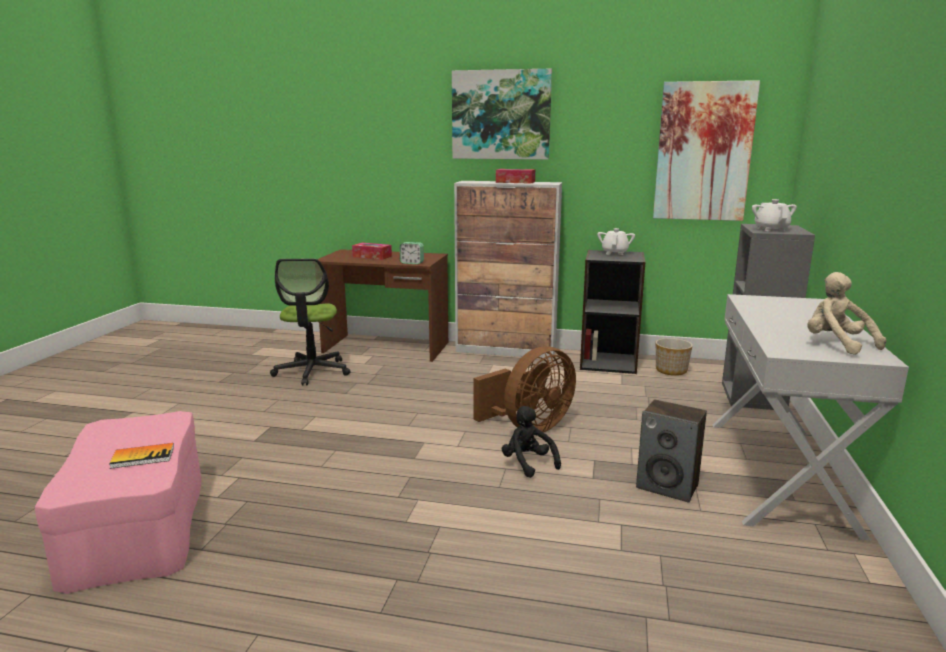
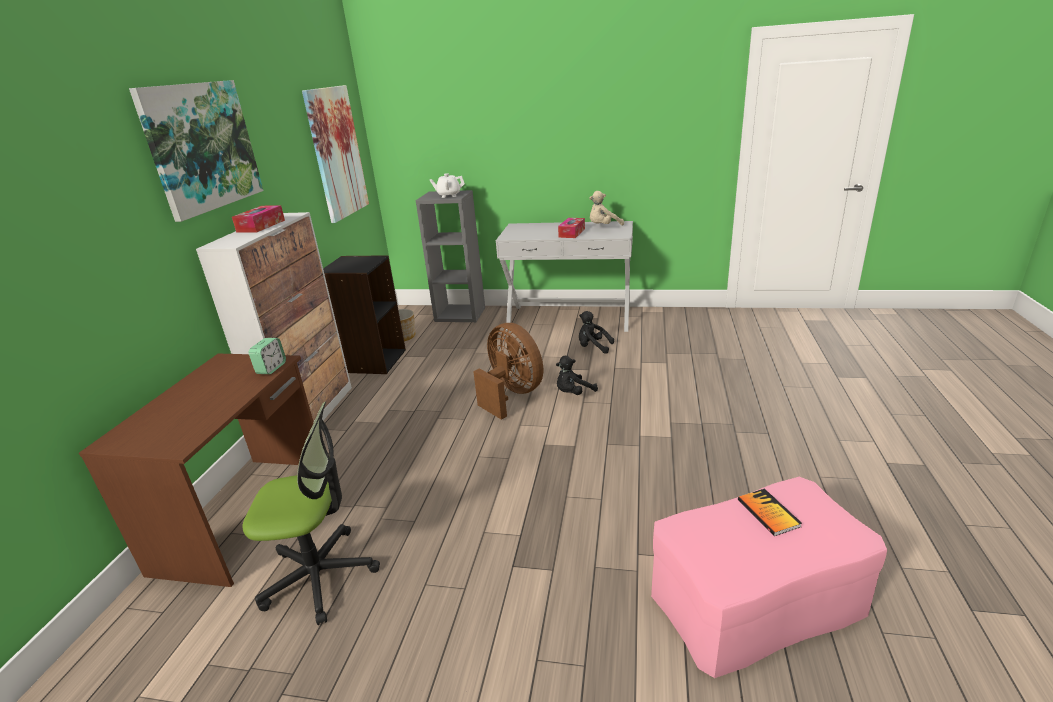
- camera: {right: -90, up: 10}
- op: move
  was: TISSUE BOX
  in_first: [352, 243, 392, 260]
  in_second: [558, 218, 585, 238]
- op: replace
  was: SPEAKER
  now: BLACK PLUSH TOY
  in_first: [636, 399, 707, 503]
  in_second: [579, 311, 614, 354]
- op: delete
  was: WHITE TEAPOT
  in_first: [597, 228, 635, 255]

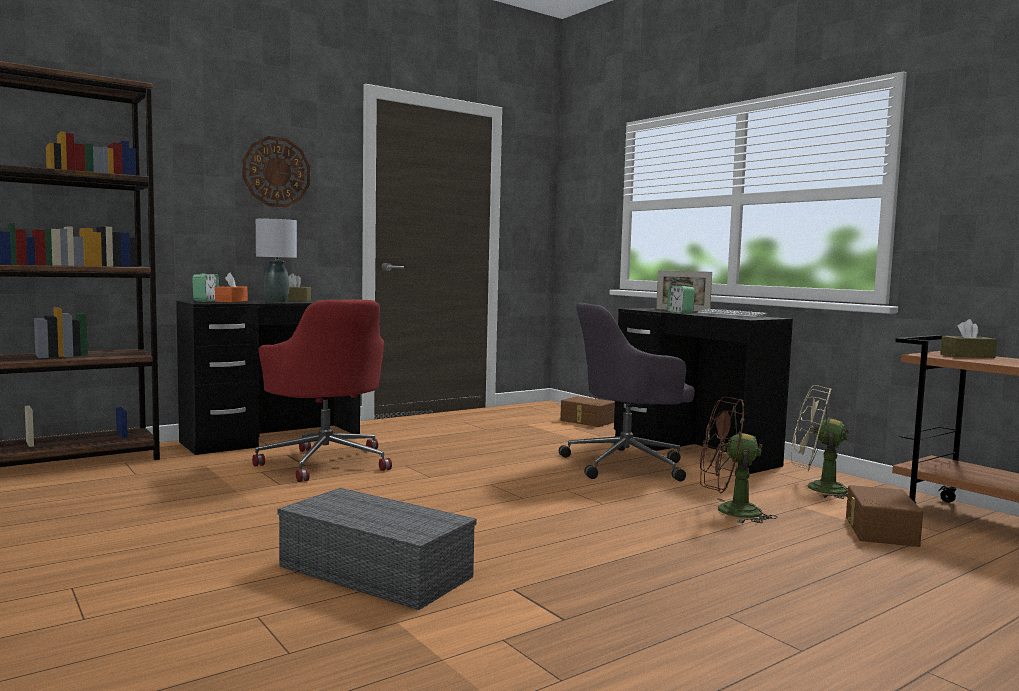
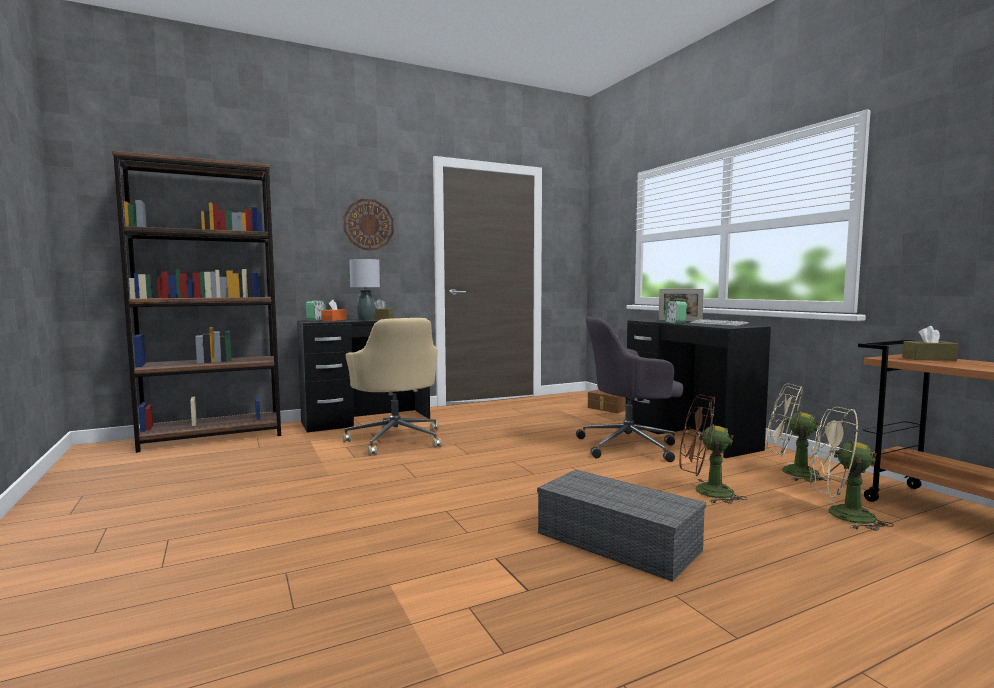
- camera: {right: 10, up: 0}
- op: recolor
  was: RED OFFICE CHAIR
  now: BEIGE OFFICE CHAIR
  in_first: [252, 299, 392, 482]
  in_second: [343, 318, 442, 456]
- op: move
  was: GREY STORAGE BOX
  in_first: [278, 488, 476, 610]
  in_second: [537, 470, 706, 582]
- op: replace
  was: BROWN STORAGE BOX
  now: BEIGE FAN
  in_first: [846, 485, 923, 547]
  in_second: [809, 407, 894, 531]

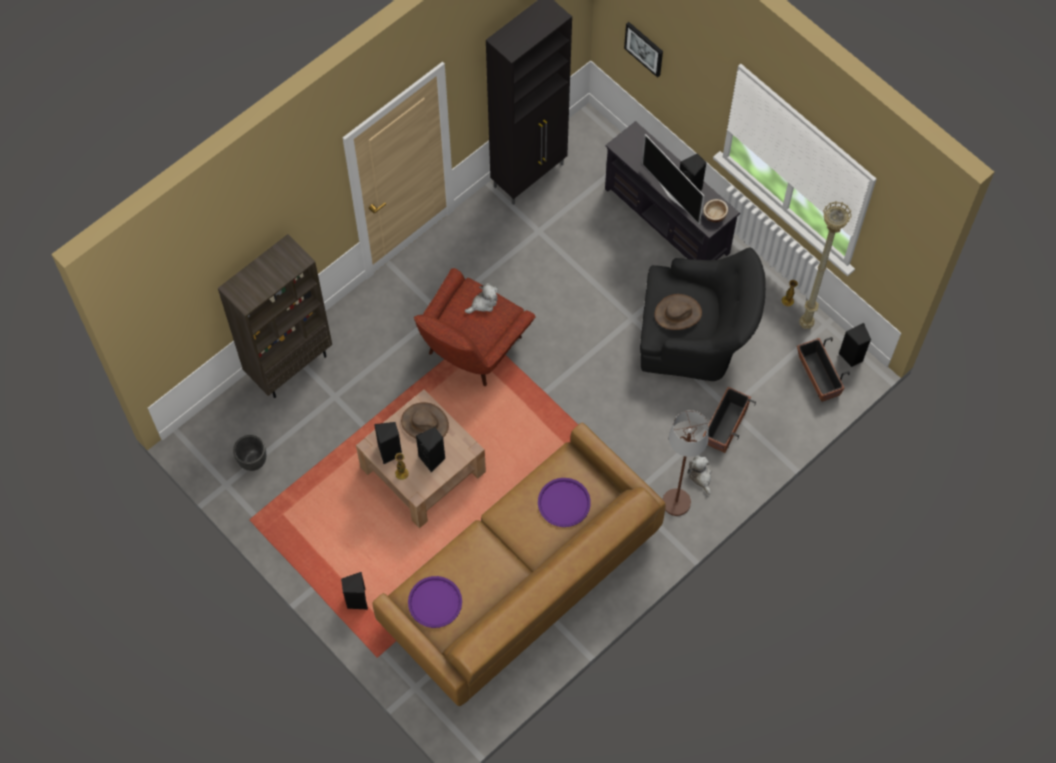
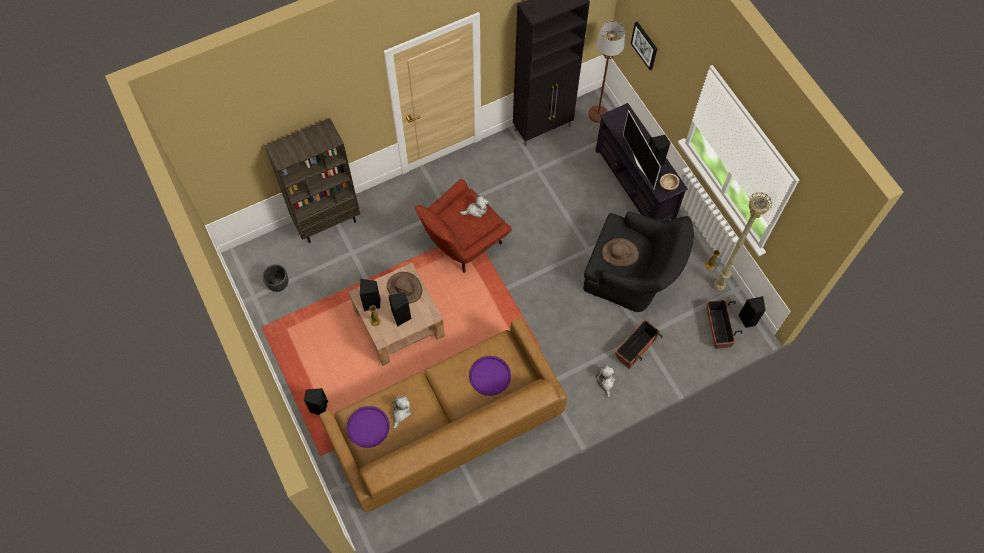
- camera: {right: 15, up: 0}
- op: insert
  now: PLUSH TOY
  in_second: [391, 396, 411, 429]
- op: move
  was: BROWN FLOOR LAMP
  in_first: [662, 410, 709, 516]
  in_second: [588, 21, 625, 123]

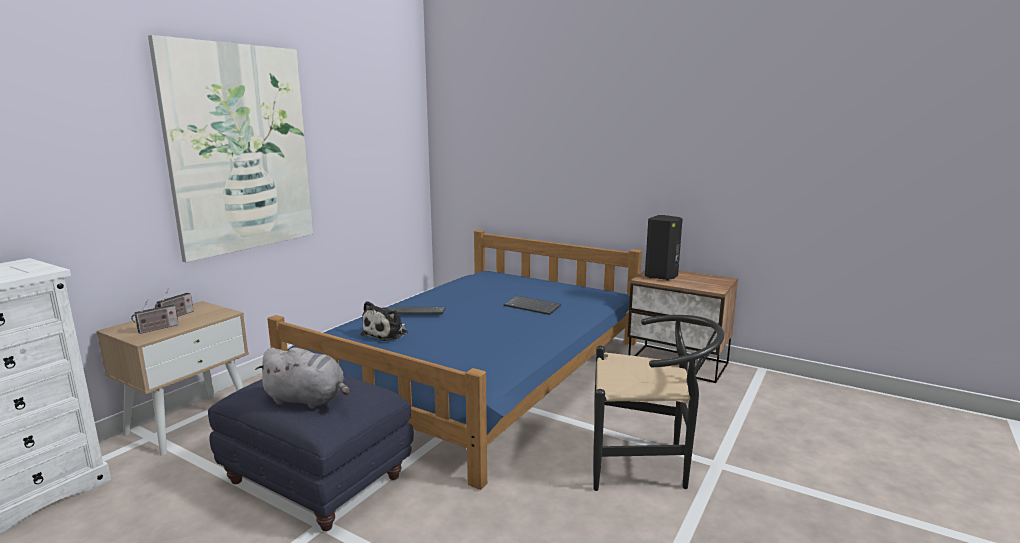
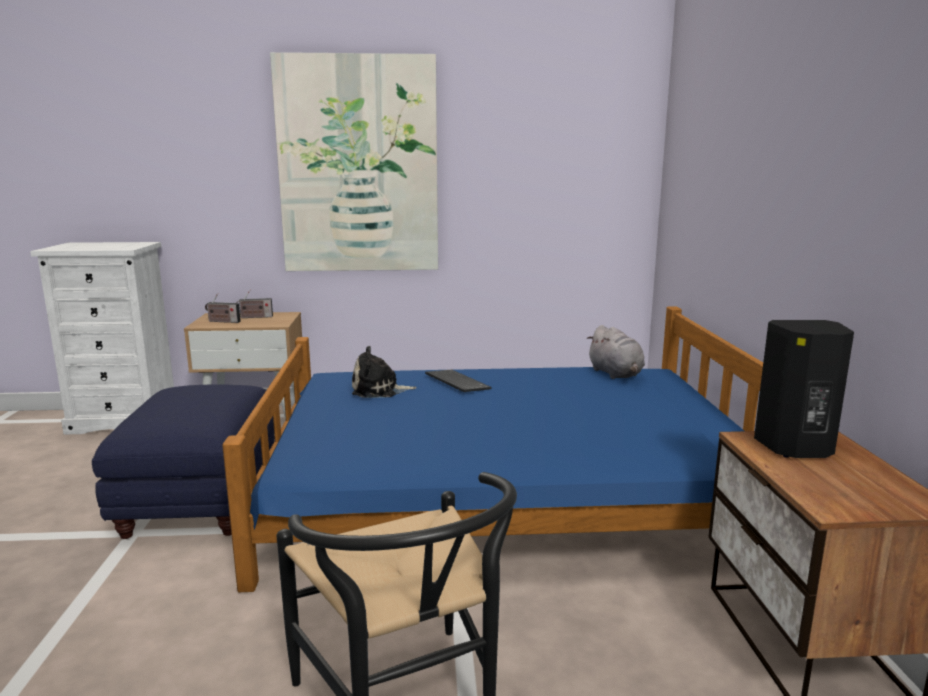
- camera: {right: 55, up: 0}
- op: move
  was: GREY PLUSH TOY
  in_first: [255, 347, 349, 409]
  in_second: [587, 325, 645, 379]
- op: delete
  was: KEYBOARD
  in_first: [504, 296, 561, 315]

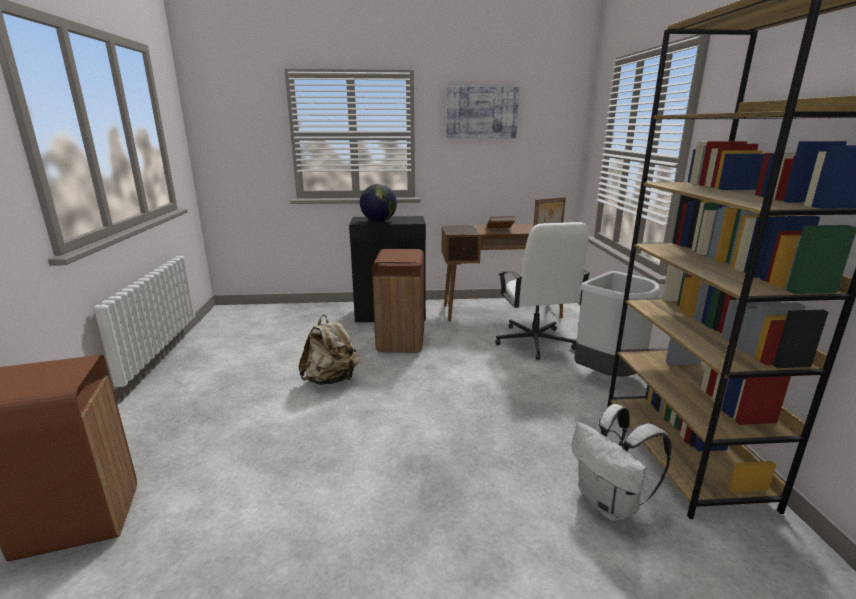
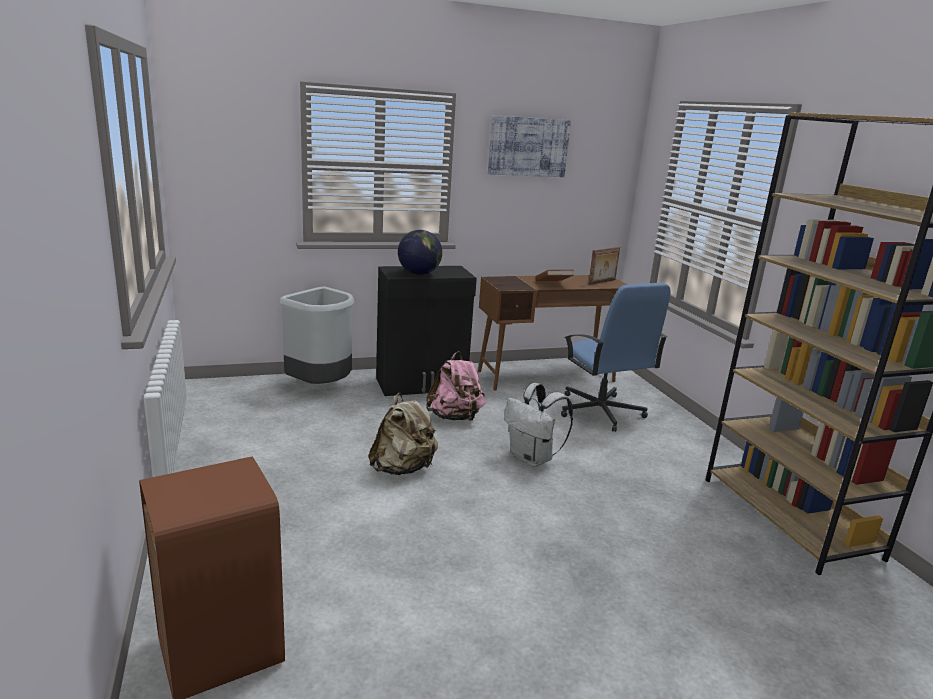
- camera: {right: -15, up: 0}
- op: move
  was: GREY TRASH CAN
  in_first: [574, 271, 661, 377]
  in_second: [280, 287, 354, 384]
- op: replace
  was: BROWN TRASH CAN
  now: PINK BACKPACK
  in_first: [372, 249, 424, 353]
  in_second: [426, 351, 485, 421]
- op: move
  was: WHITE BACKPACK
  in_first: [572, 404, 672, 521]
  in_second: [504, 383, 573, 467]
- op: recolor
  was: WHITE OFFICE CHAIR
  now: BLUE OFFICE CHAIR
  in_first: [495, 222, 590, 360]
  in_second: [561, 283, 671, 432]

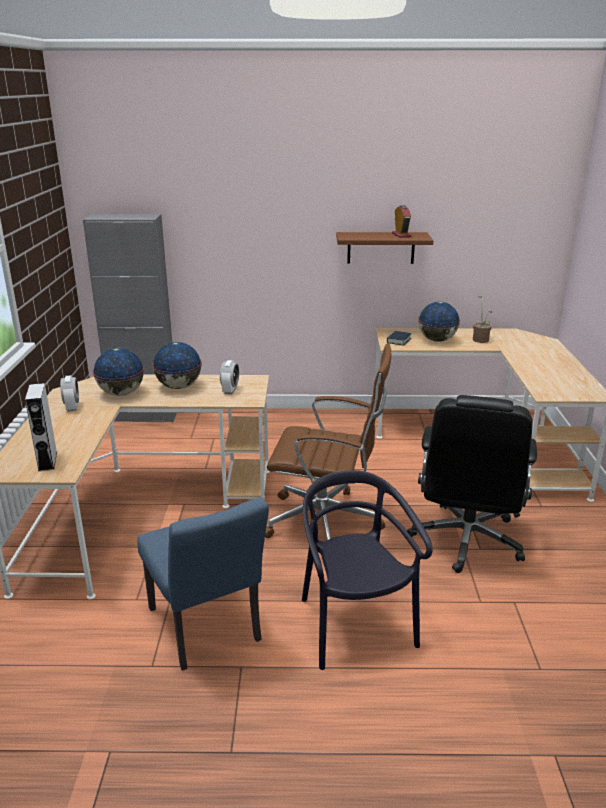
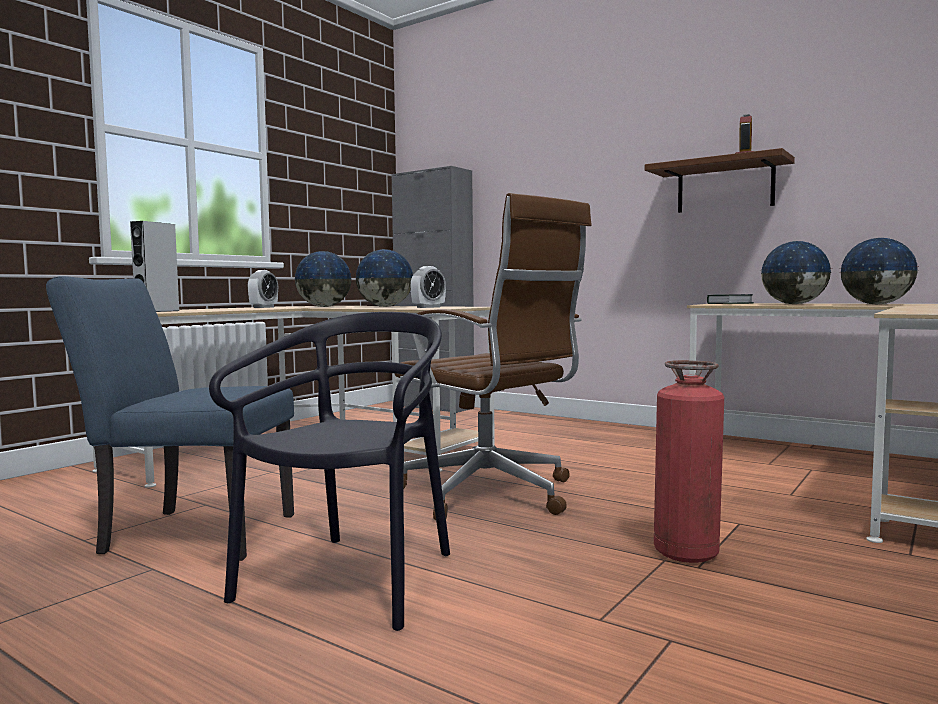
- camera: {right: 35, up: -20}
- op: rotate
  was: BLUE CHAIR
  in_first: [137, 497, 269, 671]
  in_second: [46, 276, 294, 561]
  clockwise: 90
- op: replace
  was: BLACK OFFICE CHAIR
  now: FIRE EXTINGUISHER
  in_first: [407, 395, 537, 573]
  in_second: [654, 360, 724, 563]
- op: replace
  was: POTTED PLANT
  now: GLOBE
  in_first: [473, 296, 492, 343]
  in_second: [839, 238, 918, 304]

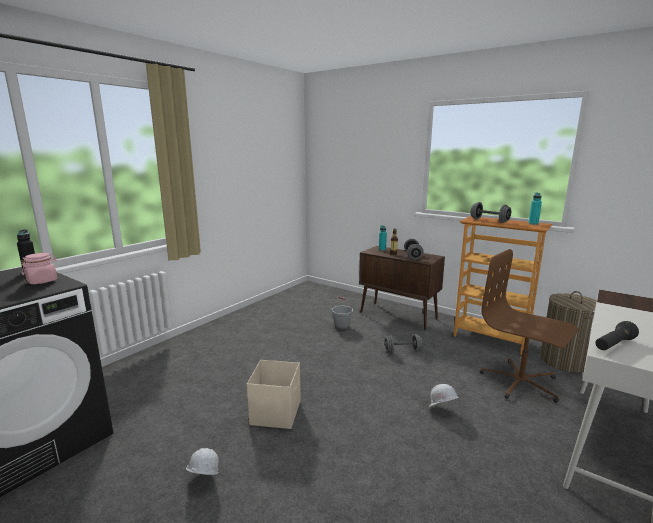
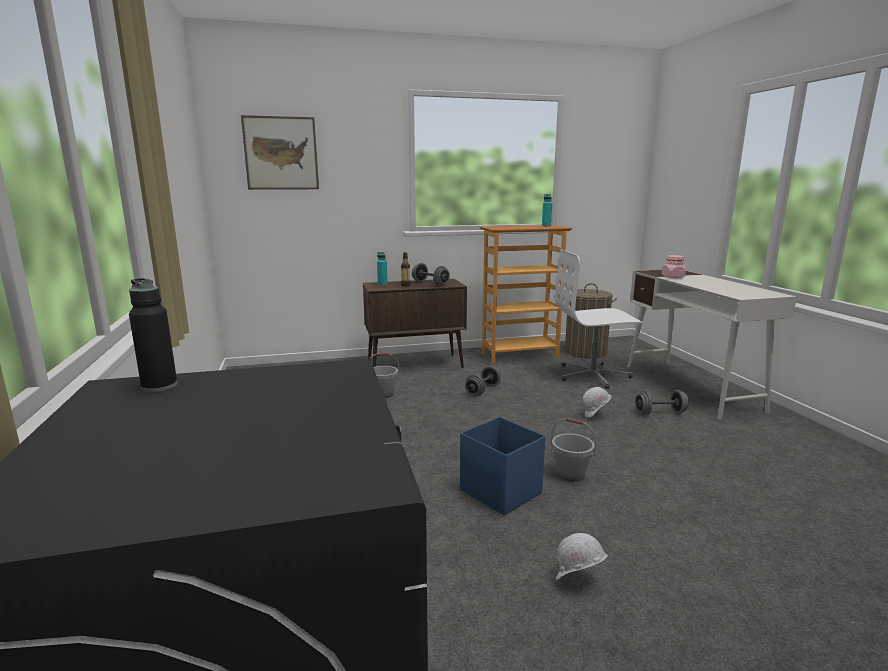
- camera: {right: -50, up: 0}
- op: insert
  now: PICTURE
  in_second: [241, 115, 319, 190]
- op: recolor
  was: BEIGE STORAGE BOX
  now: BLUE STORAGE BOX
  in_first: [247, 360, 301, 429]
  in_second: [460, 417, 545, 516]
- op: insert
  now: GREY BUCKET
  in_second: [551, 418, 597, 482]
- op: recolor
  was: BROWN OFFICE CHAIR
  now: WHITE OFFICE CHAIR
  in_first: [480, 249, 578, 403]
  in_second: [555, 249, 643, 389]
- op: move
  was: GREY DUMBBELL
  in_first: [470, 202, 511, 223]
  in_second: [635, 390, 689, 415]
- op: move
  was: PINK JAR
  in_first: [21, 253, 58, 284]
  in_second: [662, 255, 686, 278]
- op: delete
  was: BLACK FLASHLIGHT
  in_first: [595, 321, 639, 350]

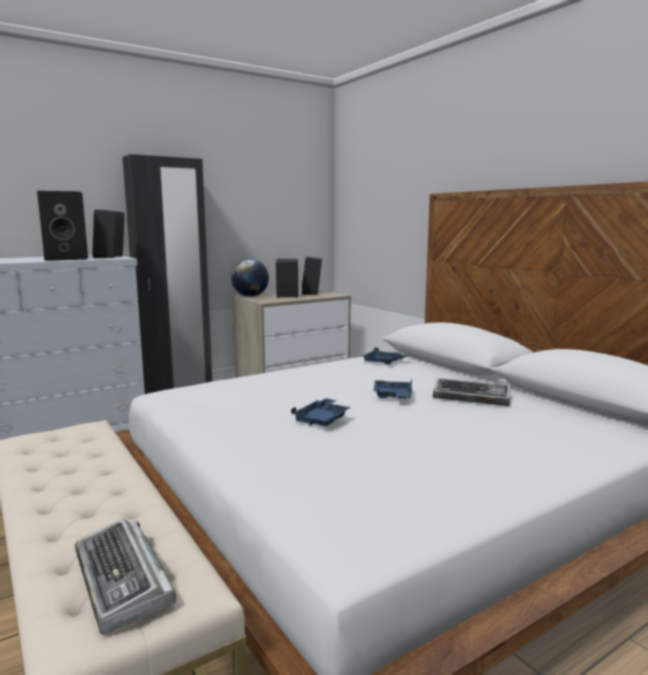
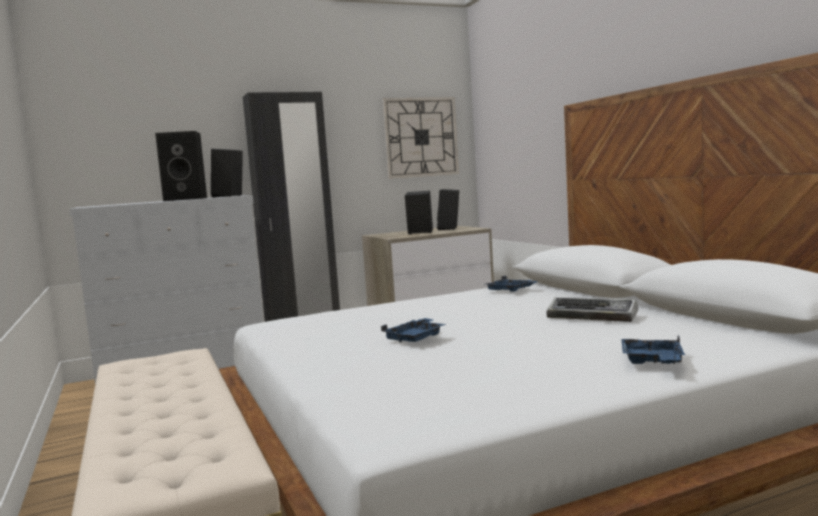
- camera: {right: 10, up: -5}
- op: insert
  now: WALL CLOCK
  in_second: [383, 97, 459, 179]
- op: move
  was: BLUE TRAY
  in_first: [373, 379, 412, 399]
  in_second: [621, 335, 685, 364]
- op: delete
  was: KEYBOARD
  in_first: [75, 518, 176, 635]
- op: delete
  was: GLOBE
  in_first: [231, 259, 269, 297]

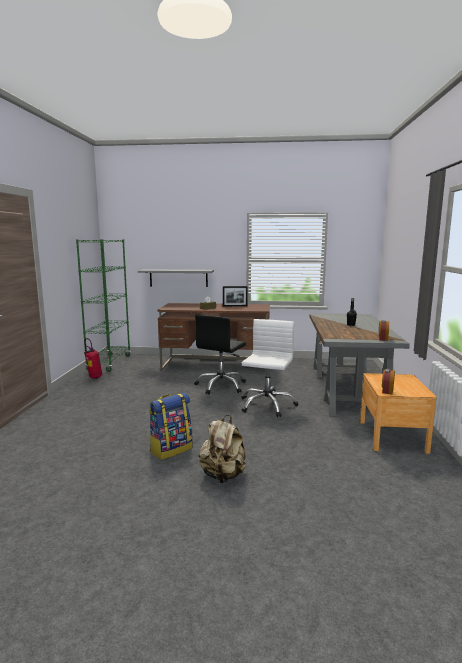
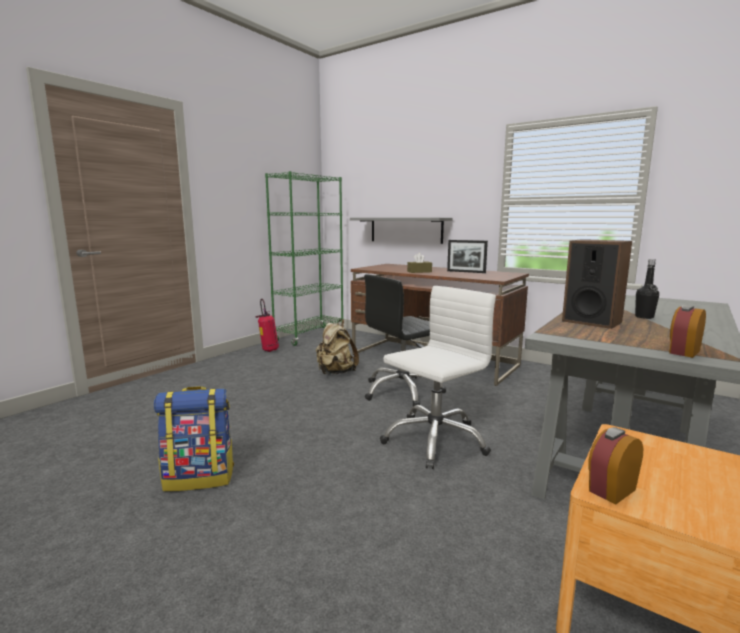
- camera: {right: 30, up: 0}
- op: move
  was: BEIGE BACKPACK
  in_first: [199, 415, 246, 483]
  in_second: [316, 319, 359, 375]
- op: insert
  now: SPEAKER
  in_second: [562, 239, 632, 329]

